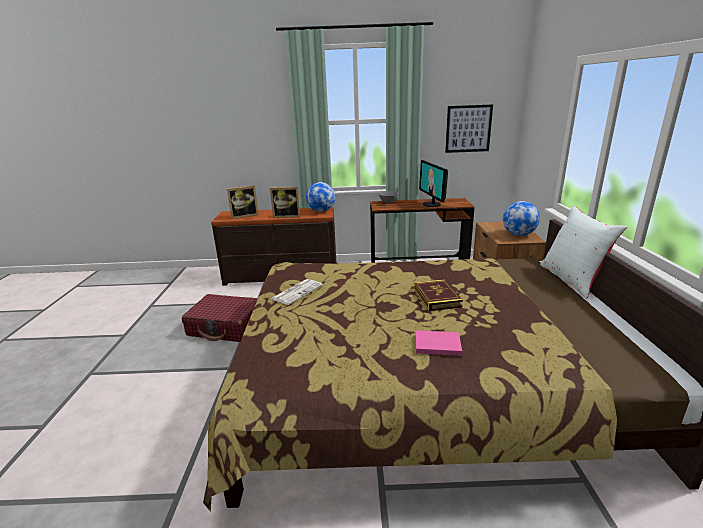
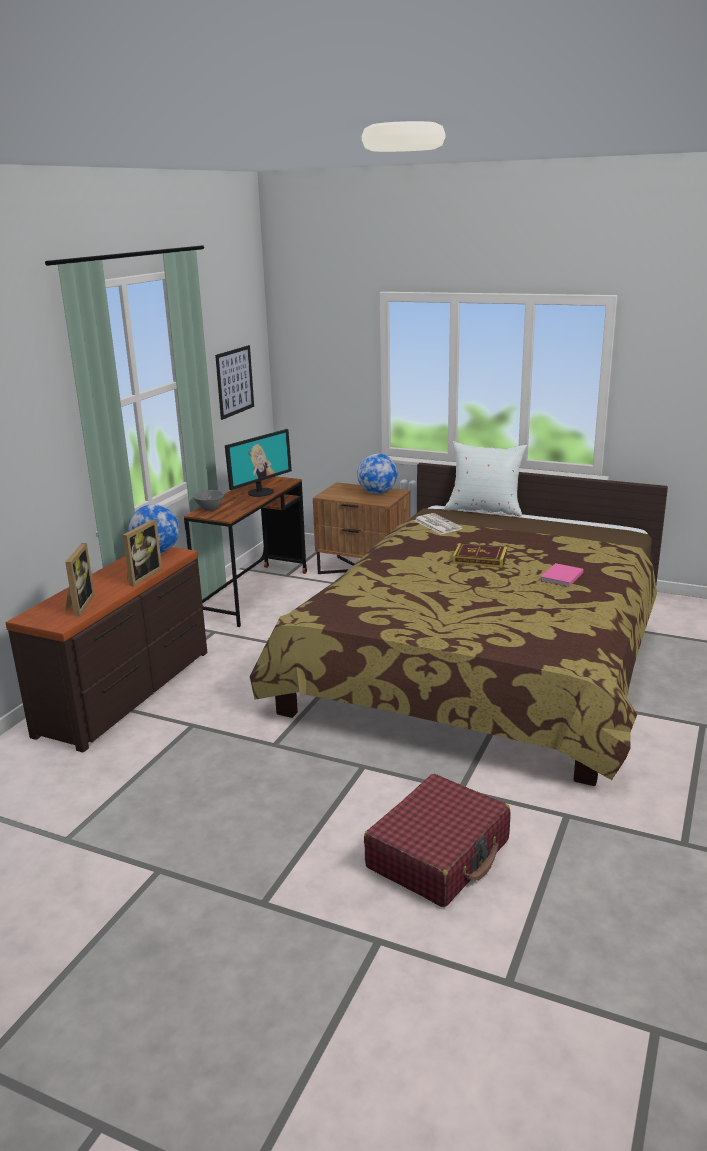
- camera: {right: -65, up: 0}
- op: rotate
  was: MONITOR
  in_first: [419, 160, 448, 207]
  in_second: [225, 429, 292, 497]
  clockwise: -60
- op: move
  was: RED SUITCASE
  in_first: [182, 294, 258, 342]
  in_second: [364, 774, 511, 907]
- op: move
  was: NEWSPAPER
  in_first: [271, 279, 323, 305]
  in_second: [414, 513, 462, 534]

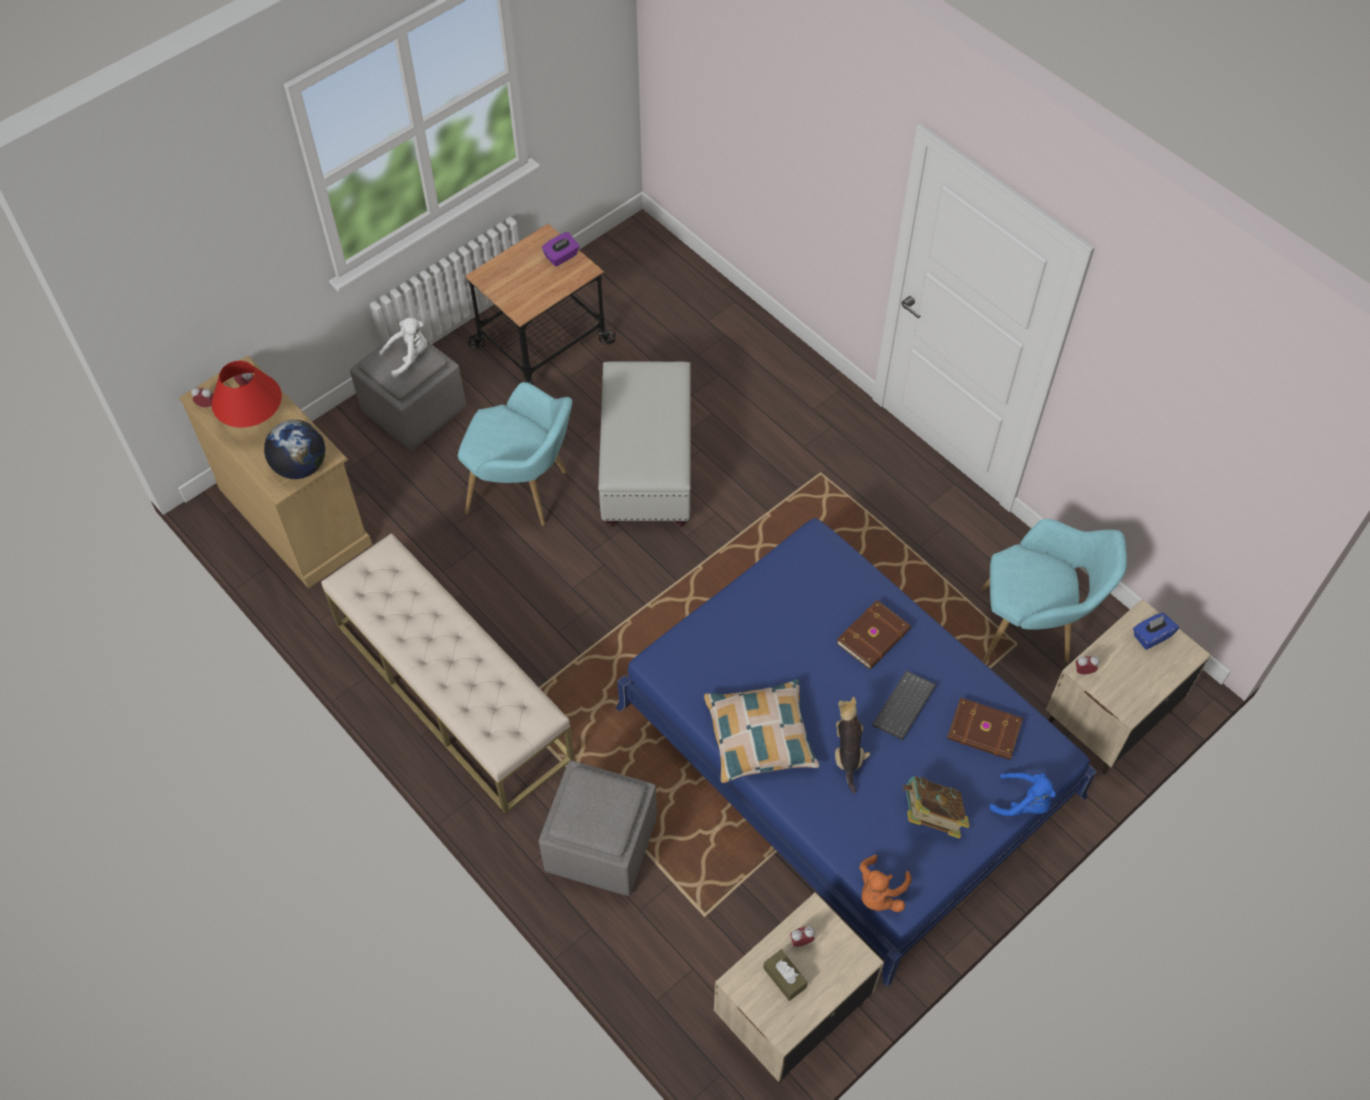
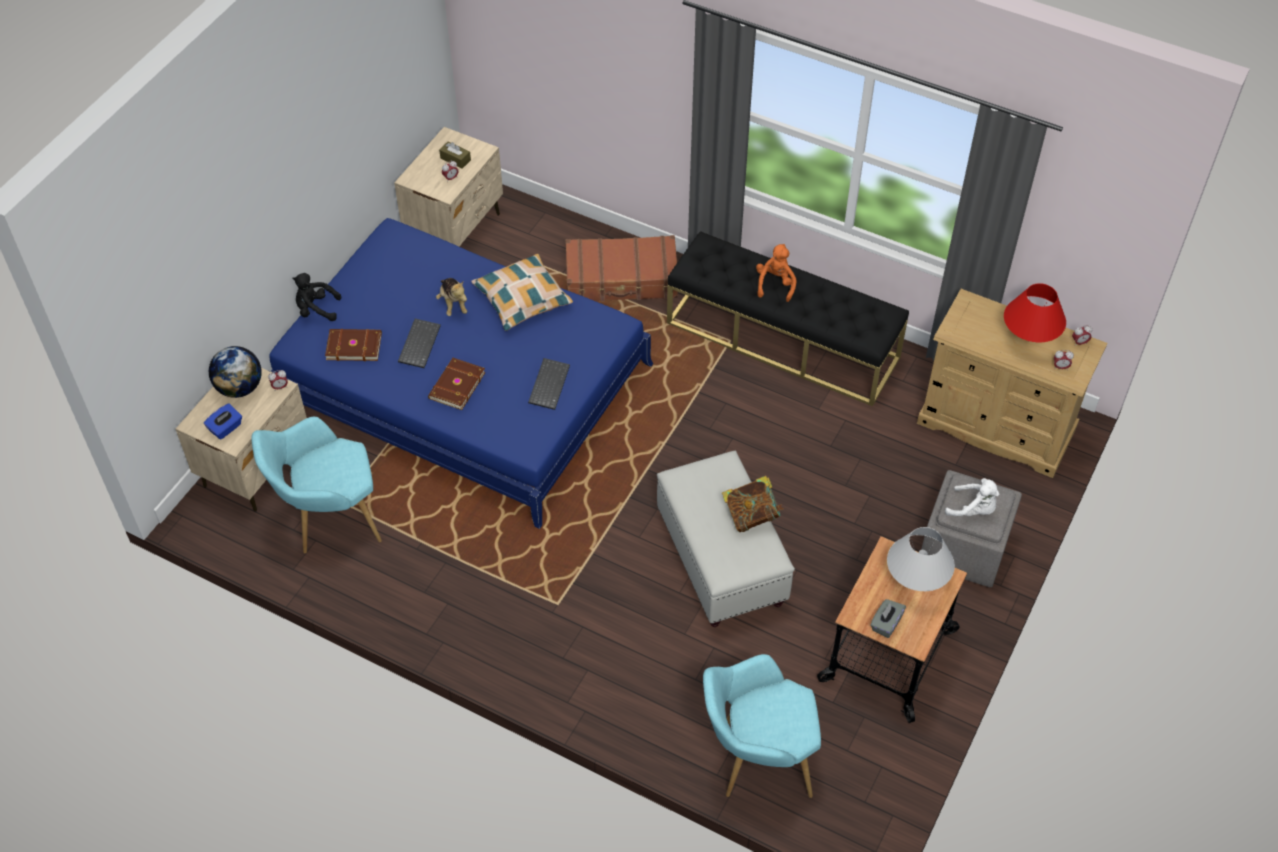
- camera: {right: 160, up: -5}
- op: move
  was: GLOBE
  in_first: [264, 420, 325, 479]
  in_second: [209, 346, 262, 398]
- op: recolor
  was: BLUE PLUSH TOY
  now: BLACK PLUSH TOY
  in_first: [989, 773, 1056, 816]
  in_second: [292, 273, 341, 321]
- op: insert
  now: KEYBOARD
  in_second: [528, 358, 570, 410]
- op: replace
  was: GREY OTTOMAN
  now: BROWN SUITCASE
  in_first: [539, 761, 657, 896]
  in_second: [565, 235, 678, 301]
- op: recolor
  was: BEIGE BENCH
  now: BLACK BENCH
  in_first: [321, 533, 575, 814]
  in_second: [667, 231, 909, 406]
- op: move
  was: TURQUOISE ARMCHAIR
  in_first: [458, 382, 572, 526]
  in_second: [703, 654, 821, 798]
- op: move
  was: BOOK
  in_first: [902, 776, 970, 839]
  in_second: [722, 476, 783, 532]
- op: move
  was: ORANGE PLUSH TOY
  in_first: [859, 855, 911, 912]
  in_second: [756, 244, 796, 302]
- op: recolor
  was: PURPLE TISSUE BOX
  now: GREY TISSUE BOX
  in_first: [542, 232, 580, 267]
  in_second: [871, 599, 906, 638]
- op: insert
  now: WHITE TABLE LAMP
  in_second: [887, 527, 955, 591]
- op: rotate
  was: WHITE PLUSH TOY
  in_first: [379, 317, 427, 378]
  in_second: [945, 478, 999, 516]
  clockwise: -105

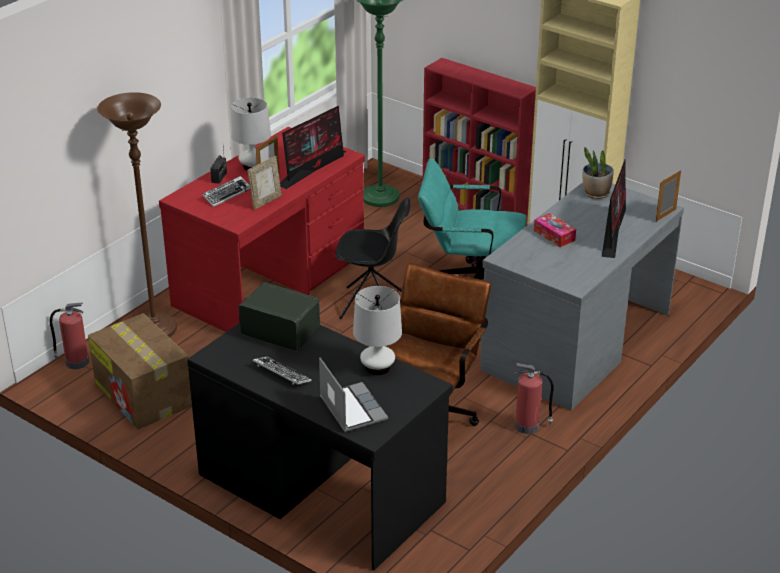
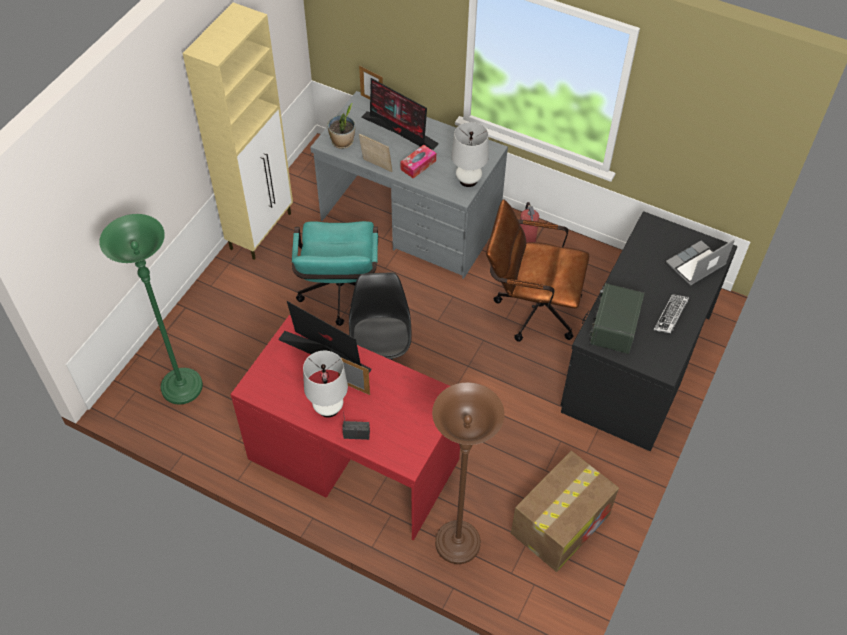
- camera: {right: -100, up: 20}
- op: move
  was: PICTURE FRAME
  in_first: [247, 156, 282, 210]
  in_second: [359, 134, 392, 172]
- op: rotate
  was: MONITOR
  in_first: [602, 159, 626, 258]
  in_second: [361, 78, 439, 150]
  clockwise: -150
- op: move
  was: WHITE TABLE LAMP
  in_first: [353, 286, 402, 375]
  in_second: [451, 122, 489, 187]
- op: delete
  was: FIRE EXTINGUISHER
  in_first: [50, 303, 89, 369]
- op: delete
  was: KEYBOARD
  in_first: [202, 176, 250, 207]
- op: delete
  was: RED BOOKCASE
  in_first: [423, 58, 536, 220]

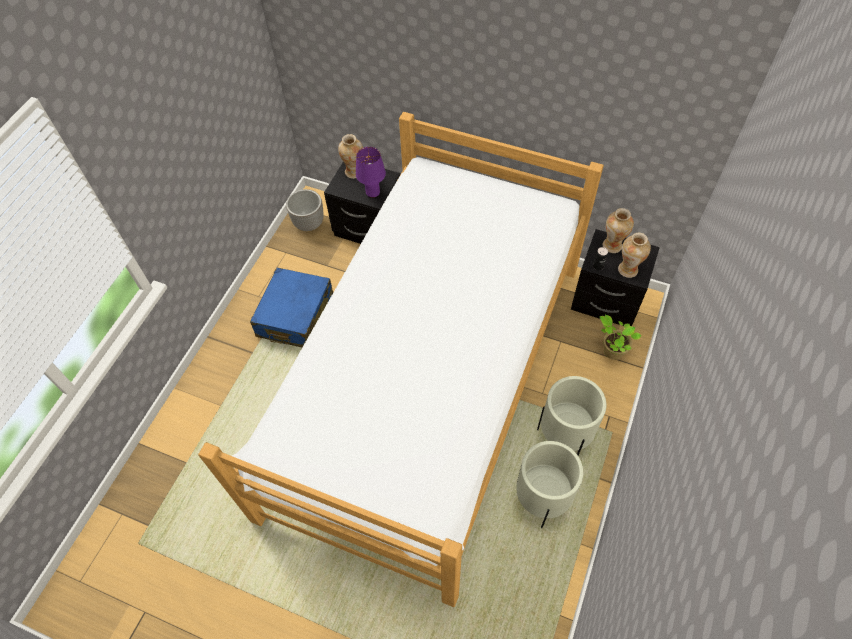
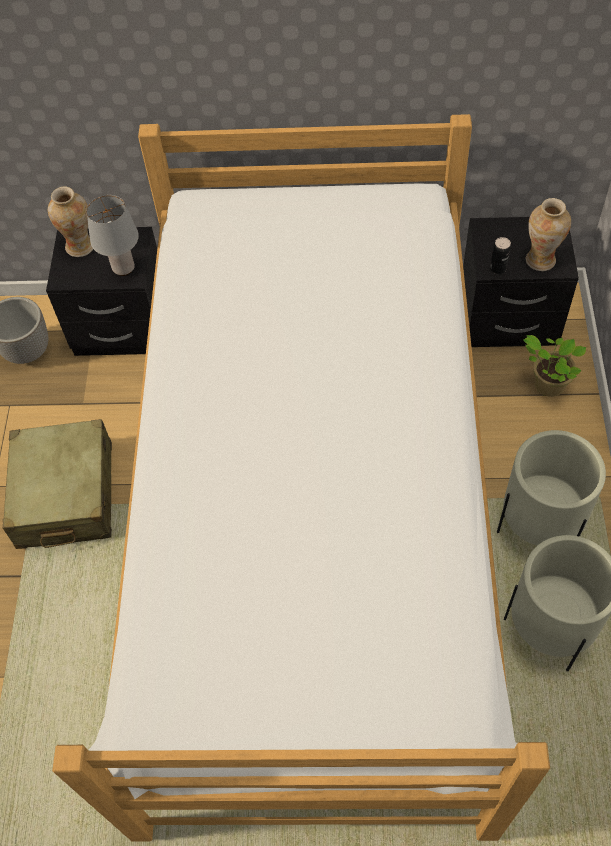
- camera: {right: -20, up: 0}
- op: recolor
  was: BLUE SUITCASE
  now: BEIGE SUITCASE
  in_first: [250, 268, 333, 347]
  in_second: [3, 419, 112, 549]
- op: recolor
  was: PURPLE TABLE LAMP
  now: GREY TABLE LAMP
  in_first: [356, 147, 386, 198]
  in_second: [86, 195, 139, 276]
- op: delete
  was: VASE
  in_first: [602, 208, 634, 253]

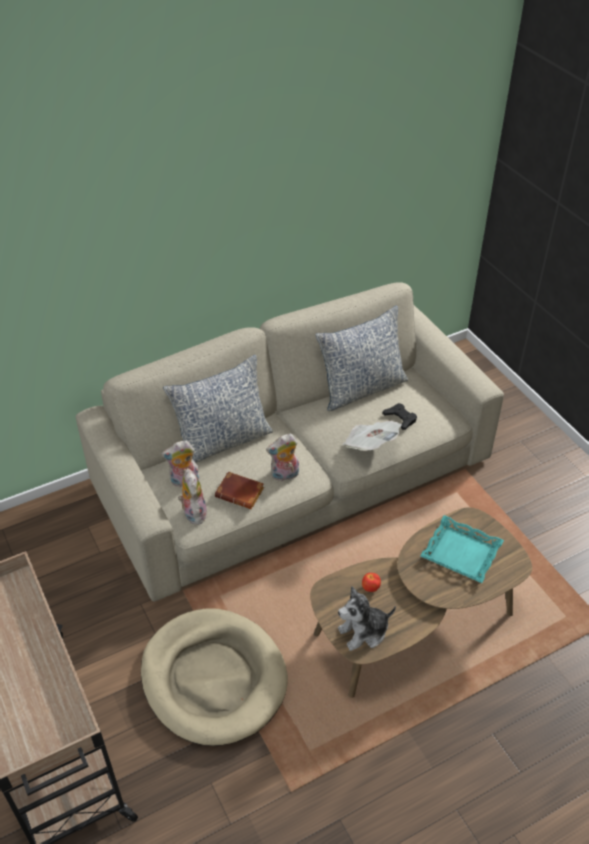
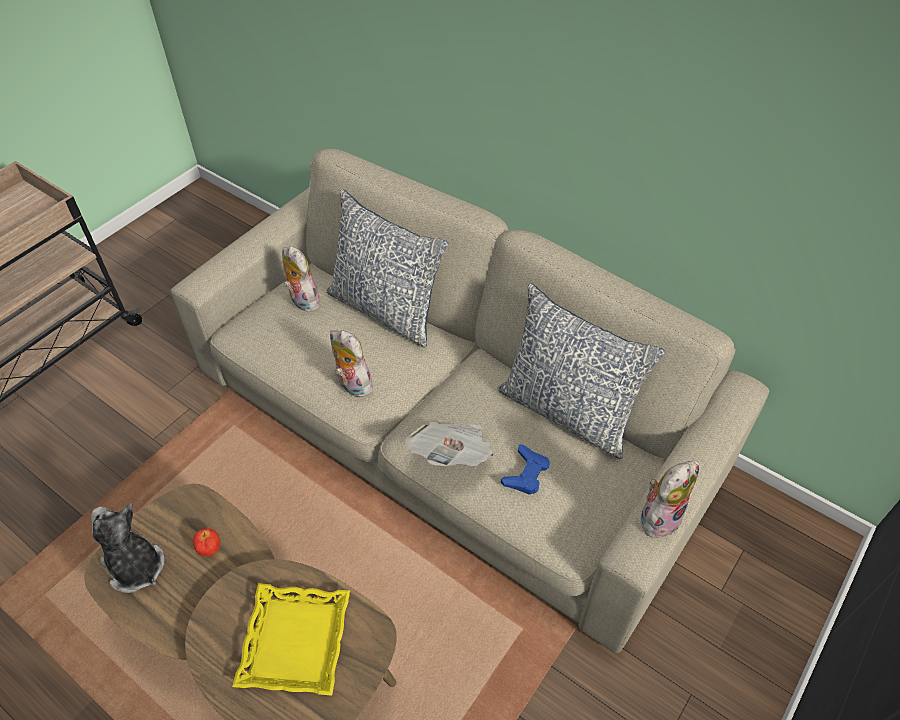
- camera: {right: 65, up: 5}
- op: recolor
  was: TURQUOISE TRAY
  now: YELLOW TRAY
  in_first: [420, 515, 504, 583]
  in_second: [232, 583, 350, 696]
- op: recolor
  was: BLACK GAME CONTROLLER
  now: BLUE GAME CONTROLLER
  in_first: [383, 403, 417, 430]
  in_second: [501, 444, 550, 495]
- op: move
  was: PLUSH TOY
  in_first: [178, 468, 207, 524]
  in_second: [641, 461, 699, 542]
- op: delete
  was: BEIGE DOG BED
  in_first: [141, 608, 288, 746]
- op: delete
  was: BROWN BOOK
  in_first: [215, 471, 264, 509]

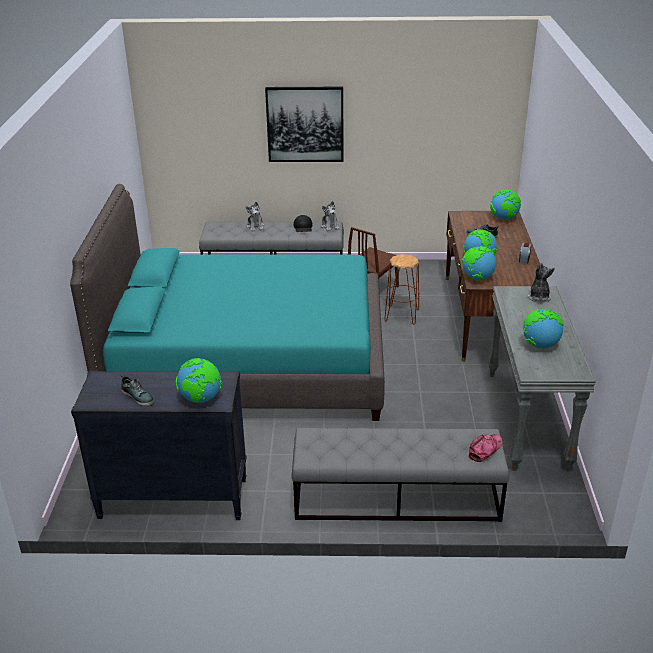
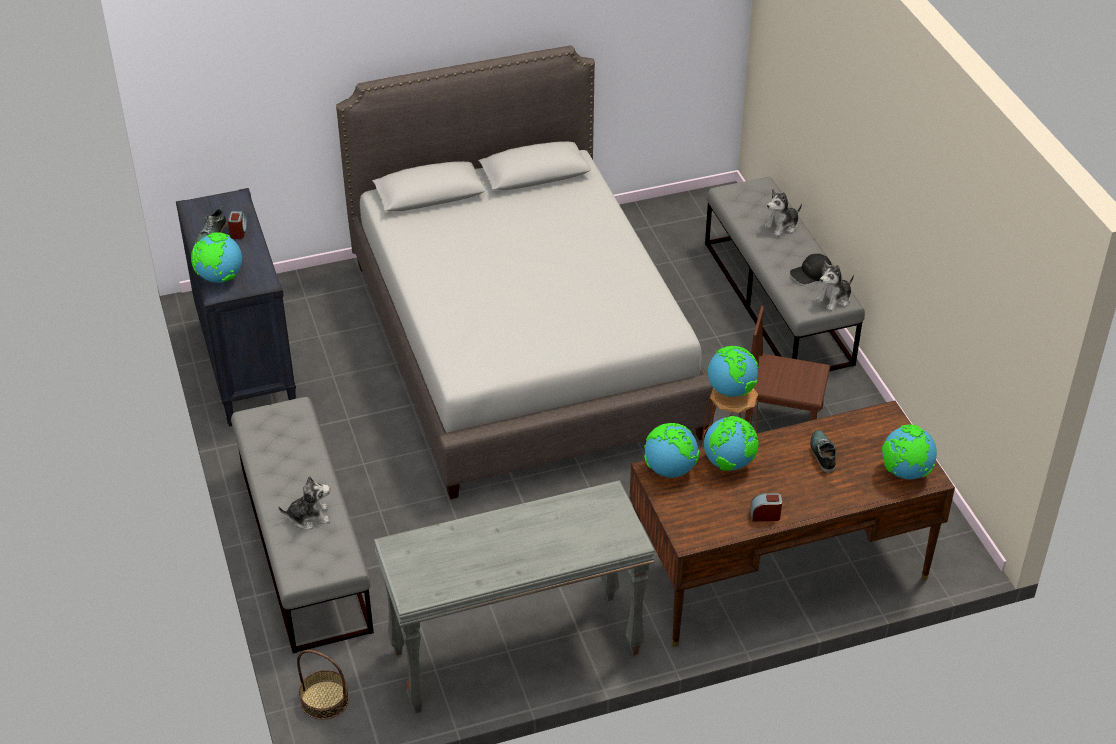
- camera: {right: 70, up: 10}
- op: insert
  now: ALARM CLOCK
  in_second: [228, 211, 247, 239]
- op: move
  was: PLUSH TOY
  in_first: [527, 263, 555, 302]
  in_second: [278, 476, 330, 529]
- op: insert
  now: BASKET
  in_second: [297, 650, 349, 720]
- op: recolor
  was: TURQUOISE BED
  now: GREY BED
  in_first: [70, 184, 385, 421]
  in_second: [336, 45, 715, 499]
- op: move
  was: GLOBE
  in_first: [523, 309, 564, 348]
  in_second: [708, 346, 759, 397]
- op: delete
  was: PICTURE
  in_first: [265, 87, 343, 162]
- op: delete
  was: CAP
  in_first: [469, 434, 502, 462]

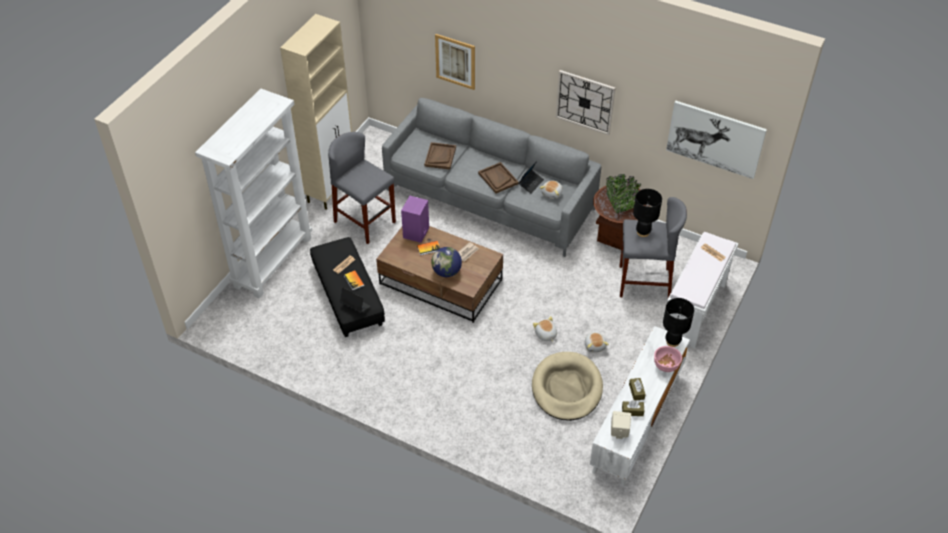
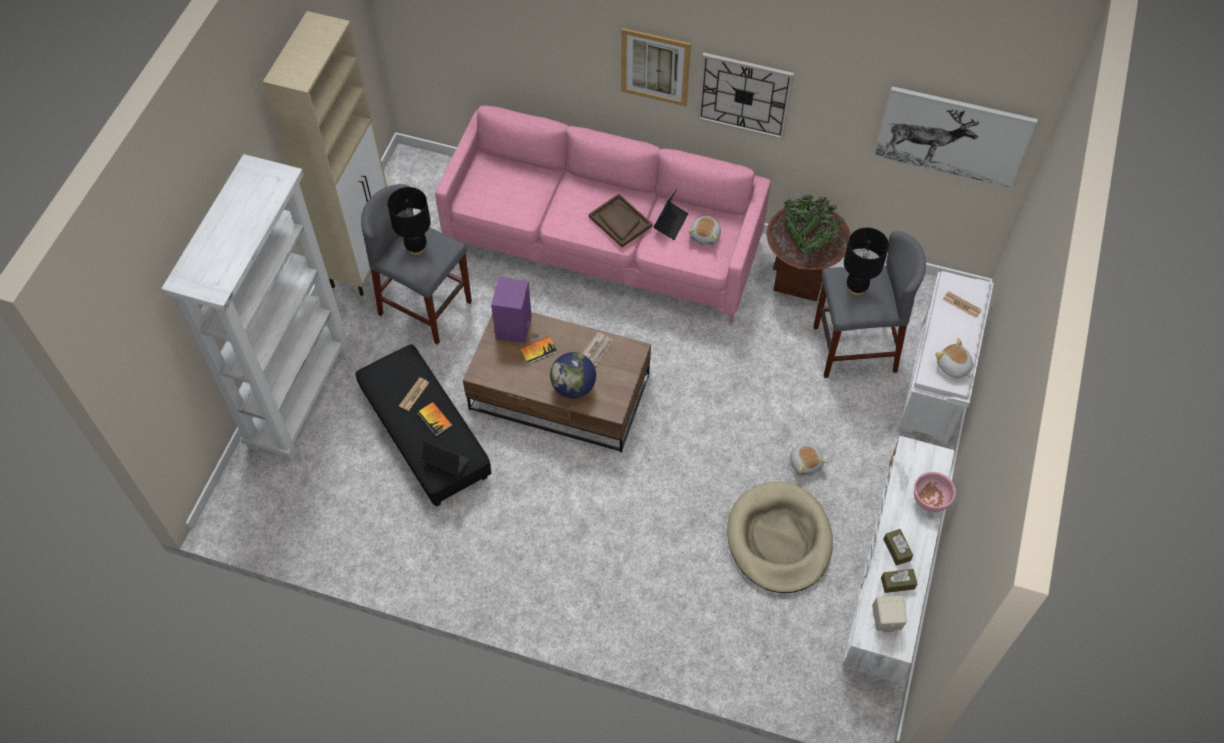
- camera: {right: -10, up: 10}
- op: move
  was: BLACK TABLE LAMP
  in_first: [663, 298, 694, 347]
  in_second: [387, 187, 431, 255]
- op: recolor
  was: GREY SOFA
  now: PINK SOFA
  in_first: [382, 98, 601, 257]
  in_second: [435, 106, 771, 324]
- op: move
  was: PICTURE
  in_first: [435, 34, 475, 90]
  in_second: [621, 28, 691, 106]
- op: move
  was: PLUSH TOY
  in_first: [533, 316, 557, 342]
  in_second: [935, 338, 973, 378]
- op: delete
  was: BROWN TRAY
  in_first: [424, 142, 456, 170]

